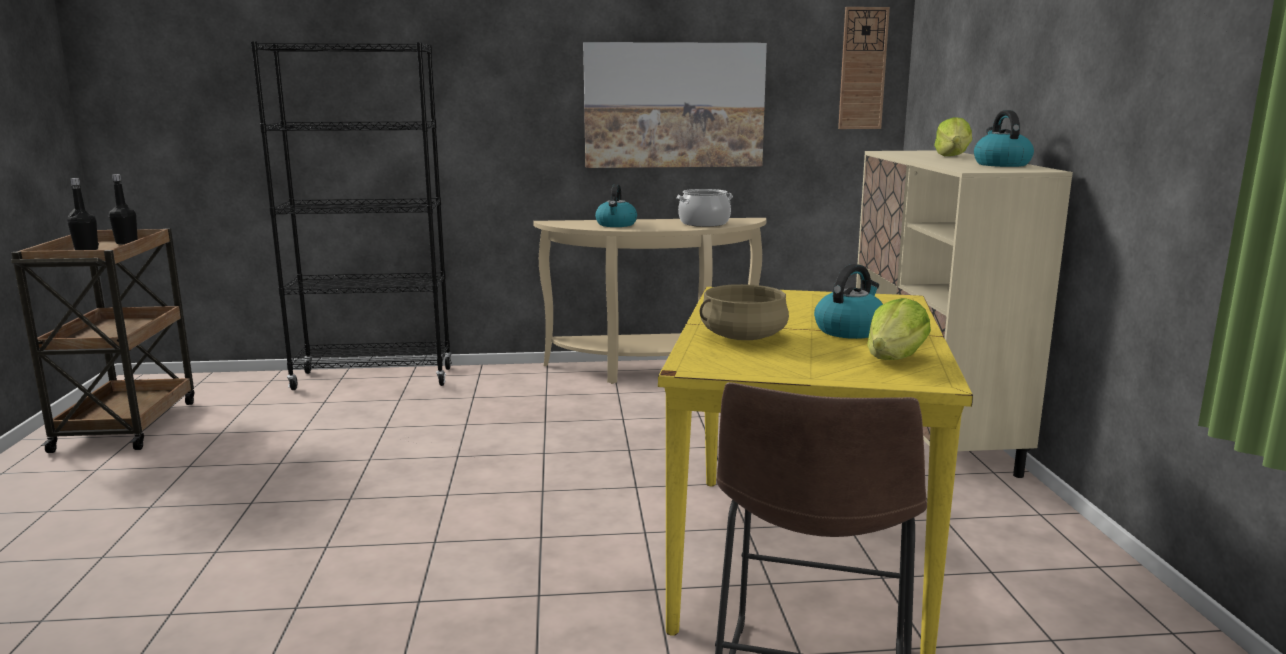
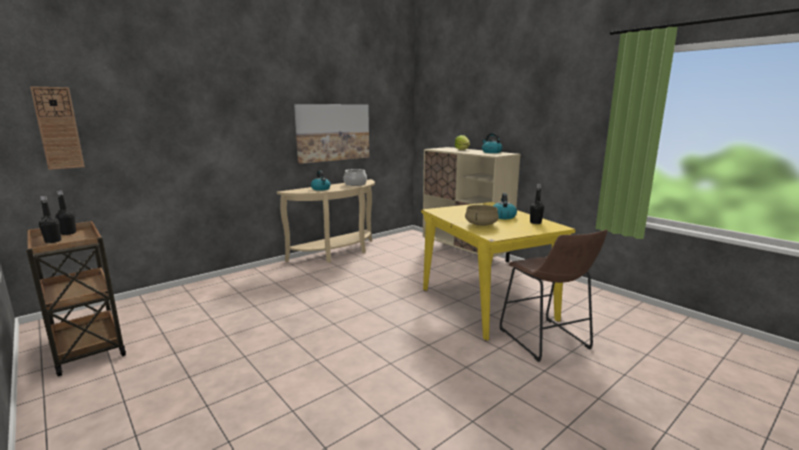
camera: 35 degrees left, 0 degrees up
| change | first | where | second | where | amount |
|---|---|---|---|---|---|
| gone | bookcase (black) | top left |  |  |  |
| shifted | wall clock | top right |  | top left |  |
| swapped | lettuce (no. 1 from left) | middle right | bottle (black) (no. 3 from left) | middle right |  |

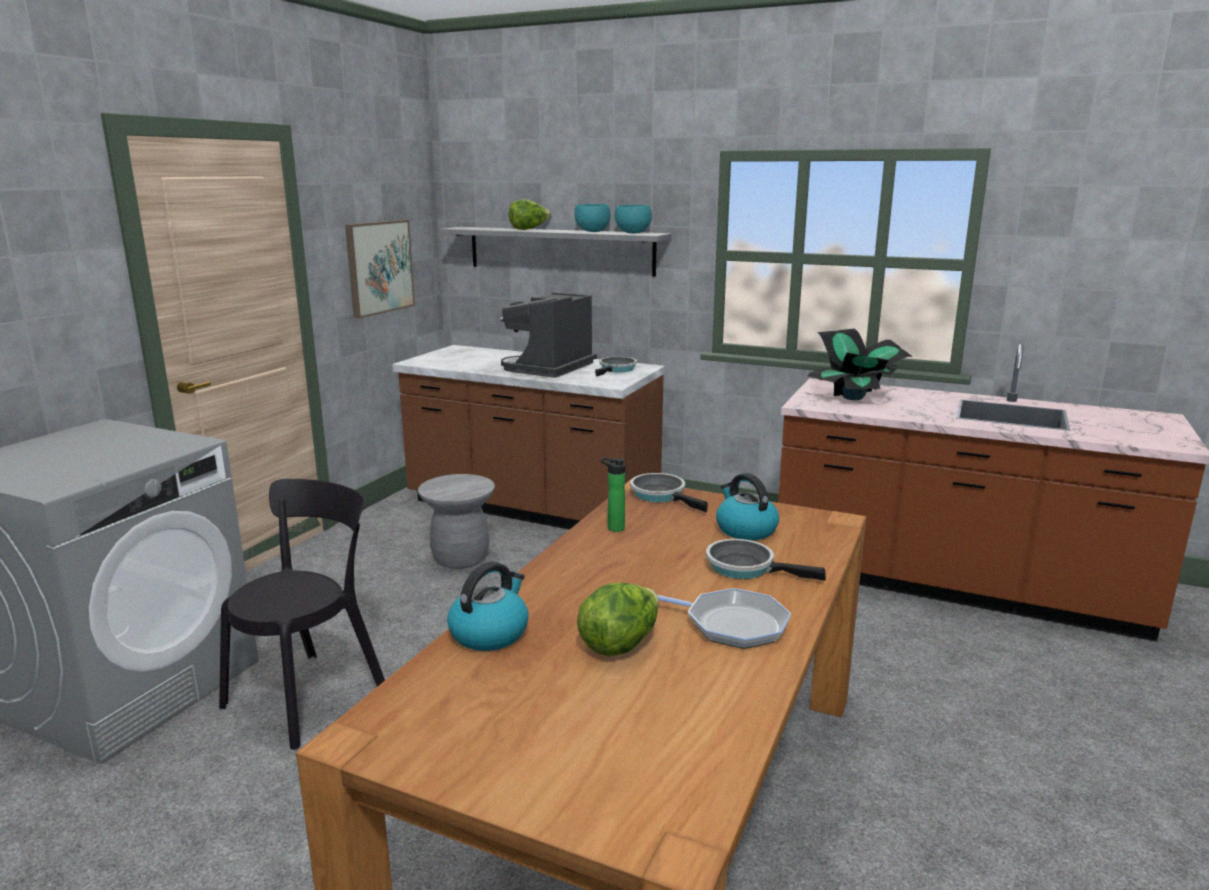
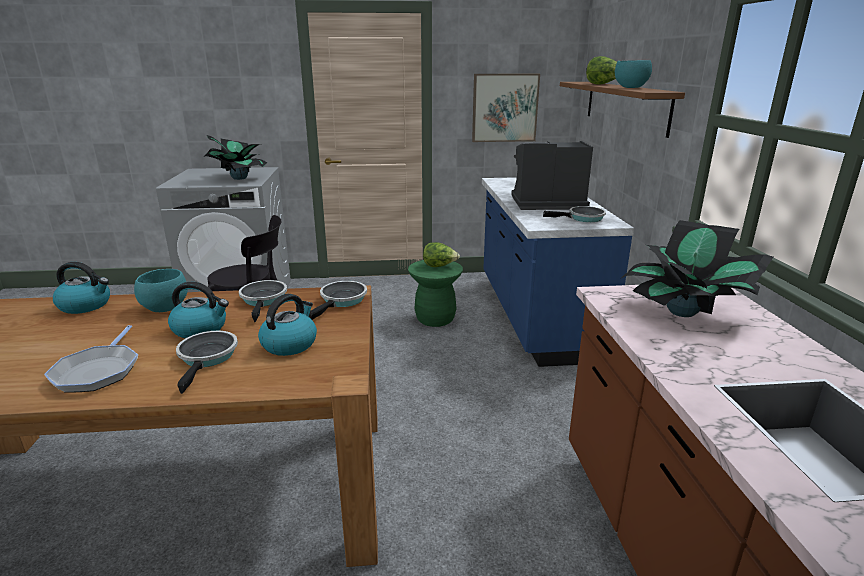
camera: 60 degrees right, 5 degrees up
| change | first | where | second | where | amount |
|---|---|---|---|---|---|
| new |  |  | kettle (no. 2 from left) | middle left |  |
| new |  |  | potted plant (no. 1 from left) | top left |  |
| shifted | lettuce (no. 2 from left in the first image) | bottom centre | lettuce (no. 1 from left) | centre |  |
| shifted | bowl (turquoise) (no. 2 from left in the first image) | top centre | bowl (turquoise) (no. 1 from left) | middle left |  |
| swapped | bottle | centre | frying pan (no. 3 from left) | middle left |  |
| repainted | counter (brown) (no. 1 from left) | centre | counter (blue) | centre |  |
| repainted | stool (grey) | centre | stool (green) | centre |  |
| repainted | shelf (grey) | top centre | shelf (brown) | top right |  |

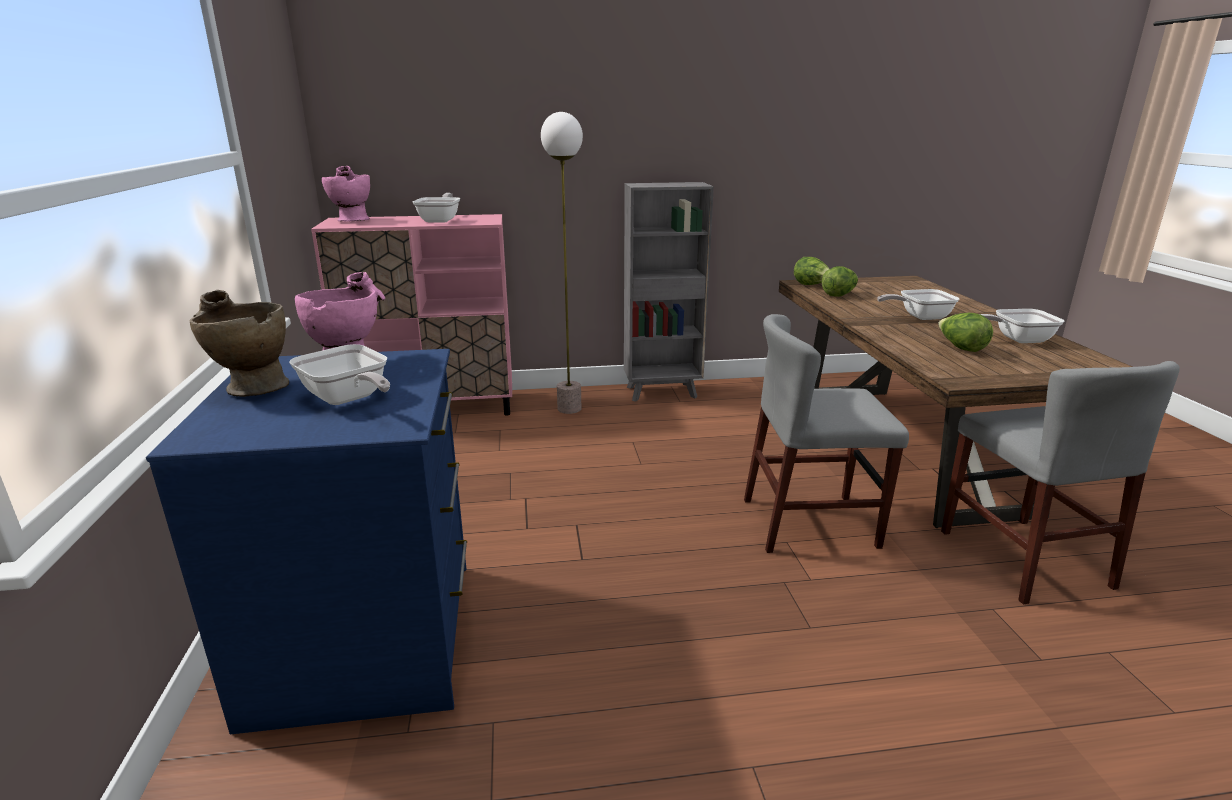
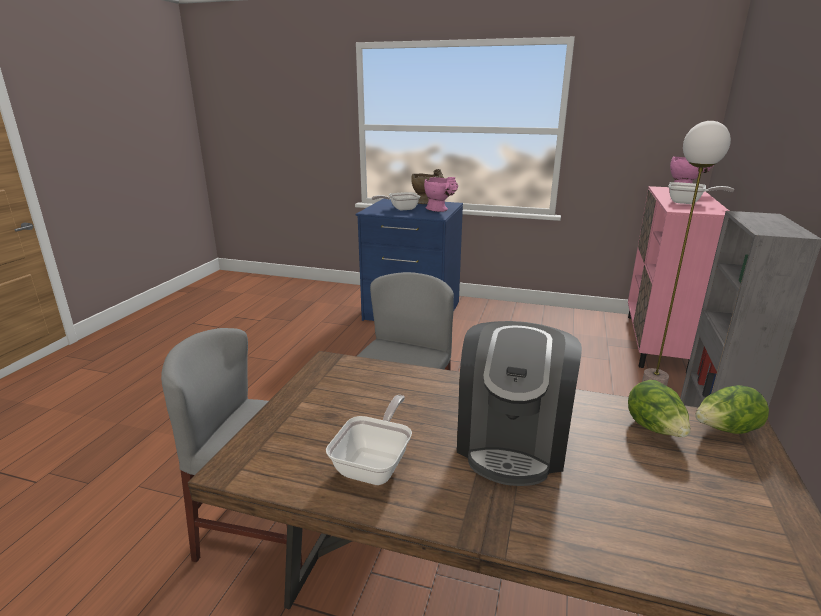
camera: 115 degrees right, 0 degrees up
| change | first | where | second | where | amount |
|---|---|---|---|---|---|
| gone | lettuce (no. 3 from left) | middle right |  |  |  |
| swapped | frying pan (no. 3 from left) | middle right | coffee machine | centre |  |

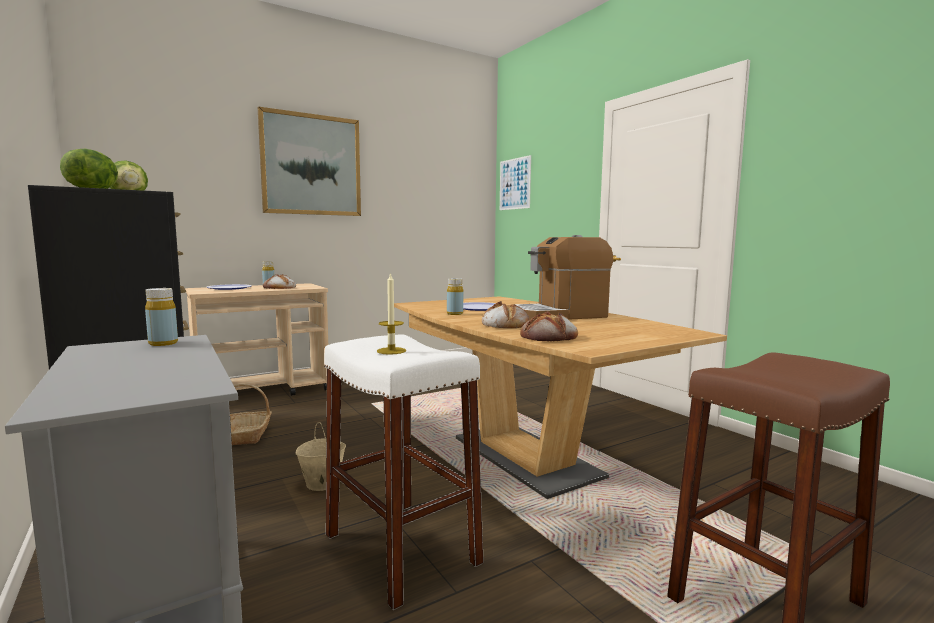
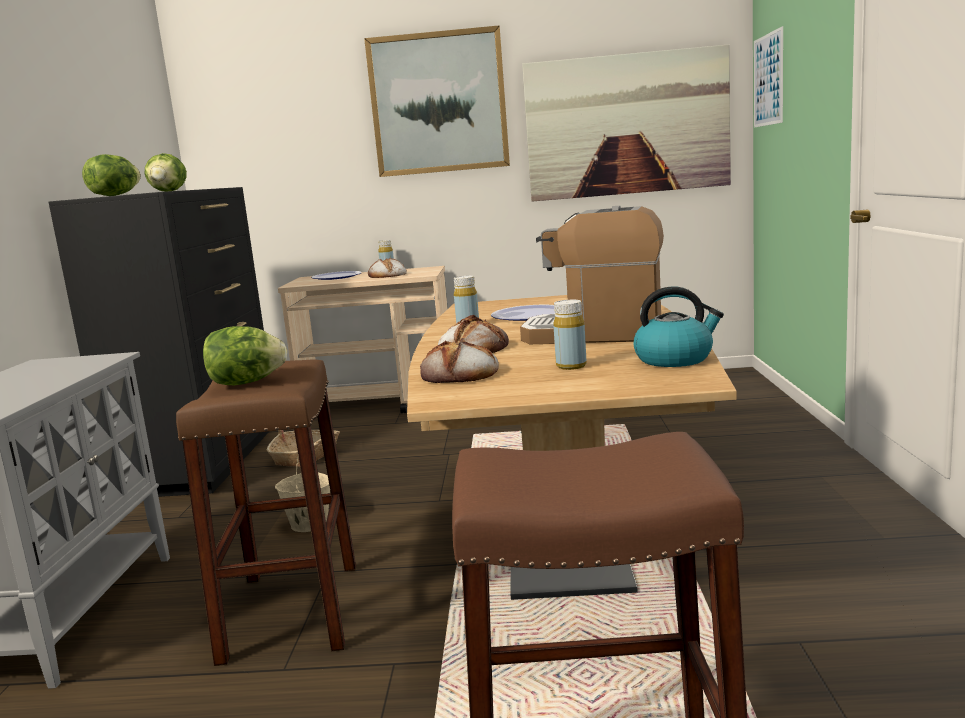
camera: 35 degrees right, 5 degrees up
| change | first | where | second | where | amount |
|---|---|---|---|---|---|
| new |  |  | picture (no. 2 from left) | top centre |  |
| new |  |  | kettle | middle right |  |
| shifted | bottle (yellow) (no. 1 from left in the first image) | middle left | bottle (yellow) (no. 3 from left) | centre |  |
| swapped | candle | centre | lettuce (no. 3 from left) | middle left |  |
| repainted | stool (white) | bottom centre | stool (brown) (no. 1 from left) | bottom left |  |

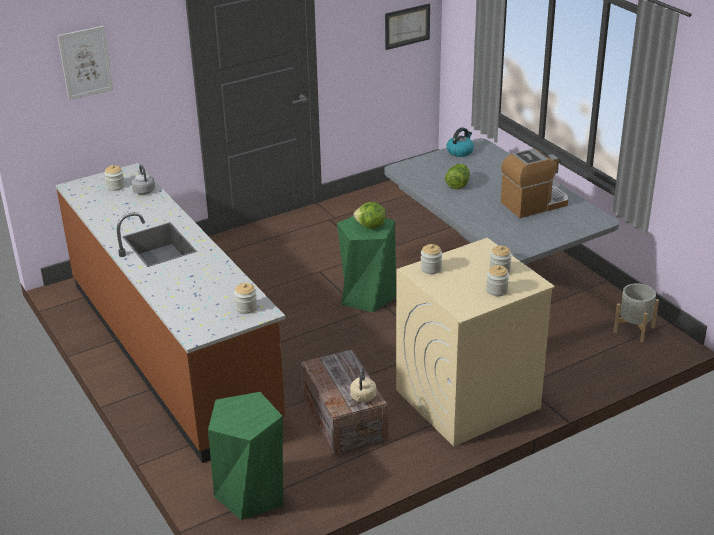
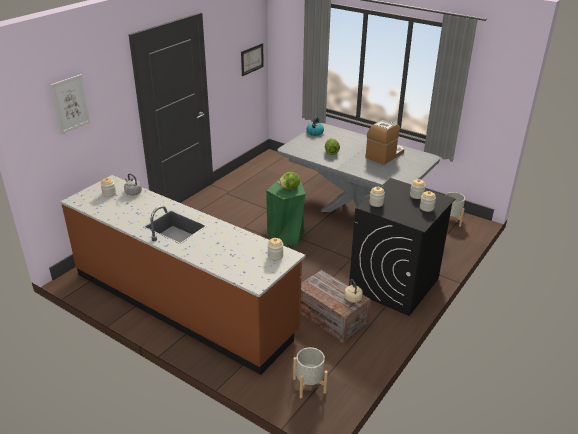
camera: 25 degrees left, 0 degrees up
| change | first | where | second | where | amount |
|---|---|---|---|---|---|
| swapped | stool (green) (no. 1 from left) | bottom centre | planter (grey) (no. 1 from left) | bottom centre |  |
| repainted | washing machine (beige) | centre | washing machine (black) | middle right |  |

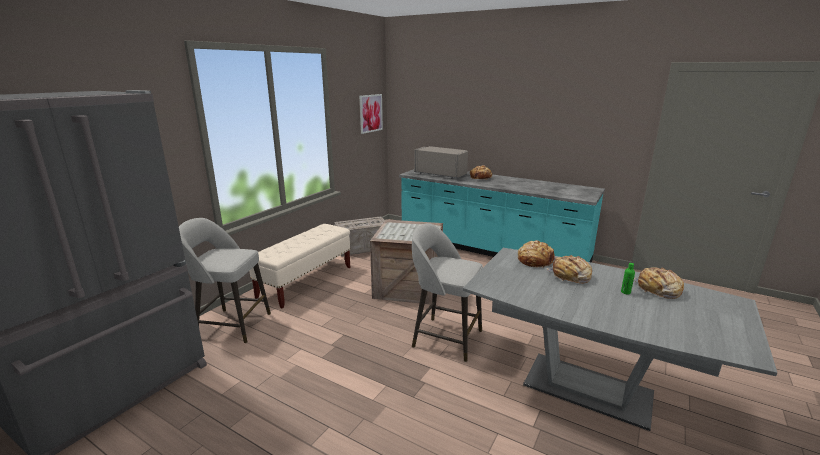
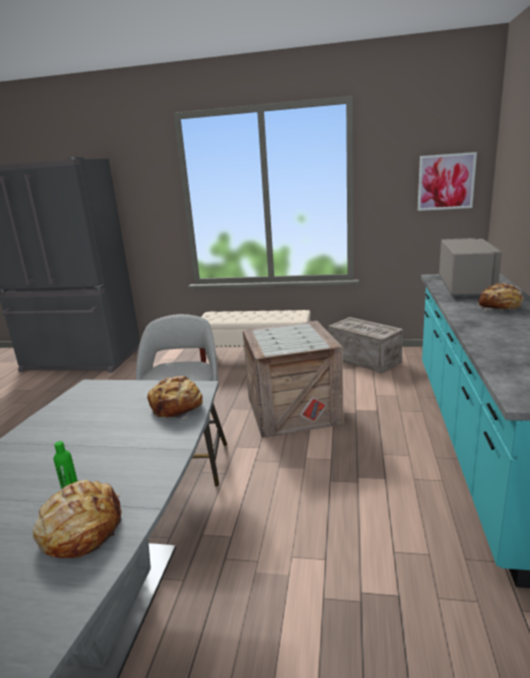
camera: 70 degrees right, 0 degrees up
| change | first | where | second | where | amount |
|---|---|---|---|---|---|
| gone | stool (grey) (no. 1 from left) | middle left |  |  |  |
| gone | bread (no. 3 from left) | middle right |  |  |  |

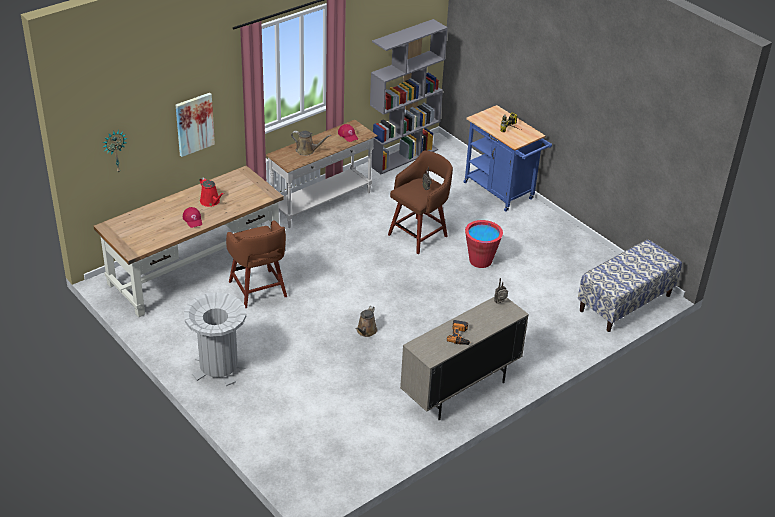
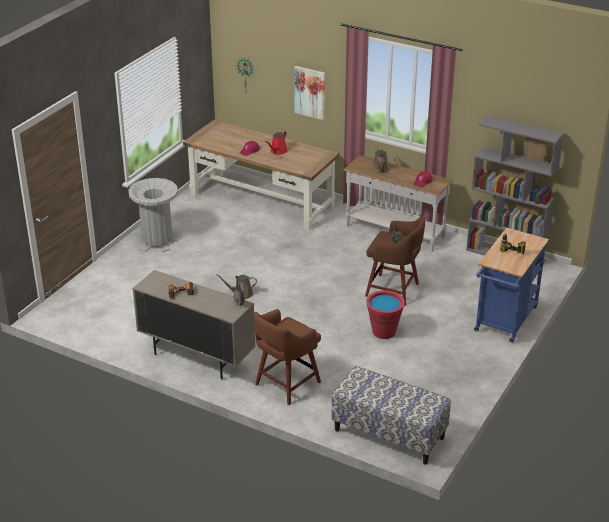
camera: 70 degrees right, 5 degrees down
| change | first | where | second | where | amount |
|---|---|---|---|---|---|
| shifted | stool (brown) (no. 1 from left) | middle left |  | bottom centre |  |

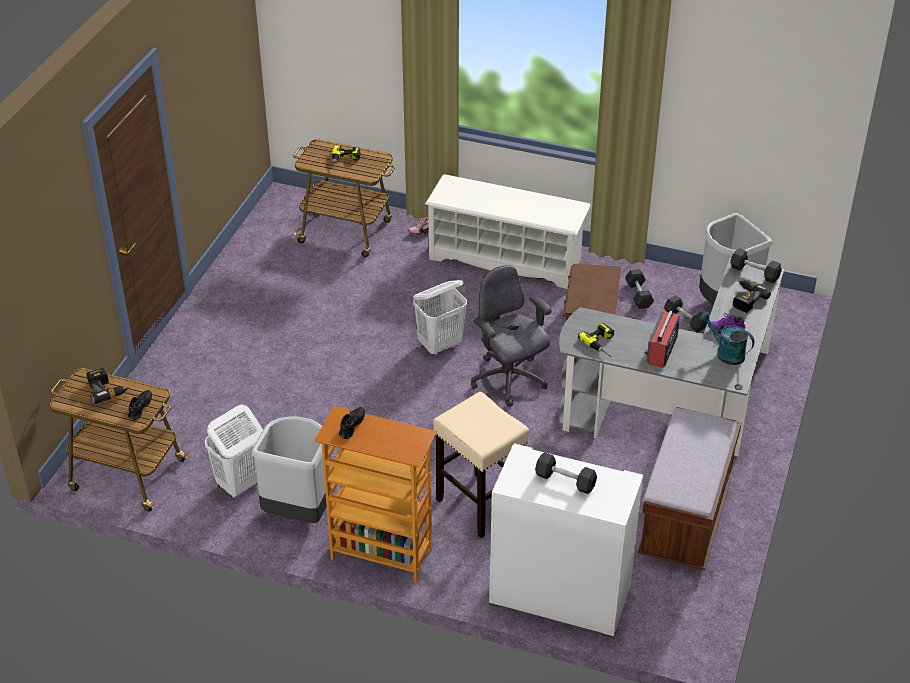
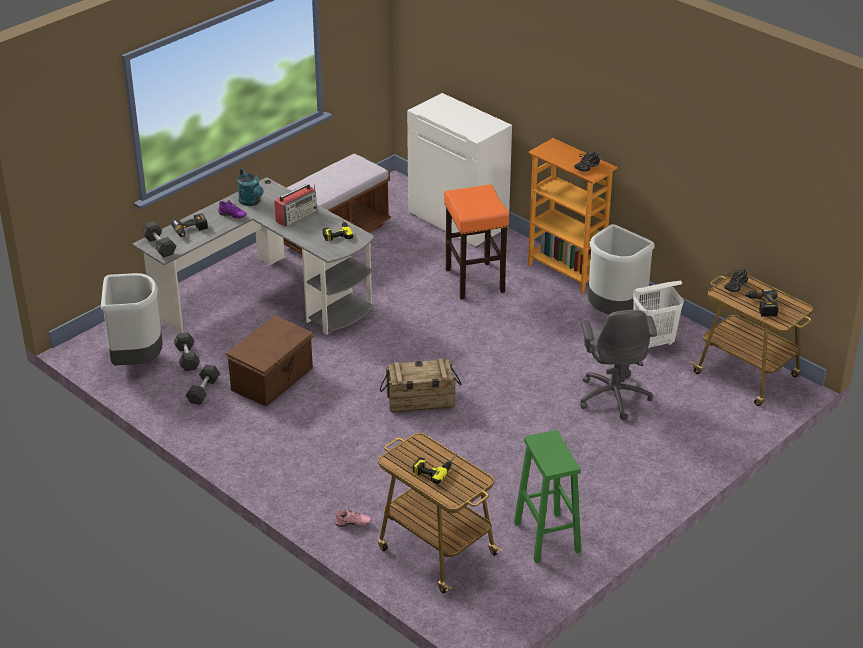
camera: 155 degrees left, 5 degrees down
| change | first | where | second | where | amount |
|---|---|---|---|---|---|
| gone | shoe rack (white) | centre |  |  |  |
| gone | dumbbell (grey) (no. 1 from left) | bottom centre |  |  |  |
| new |  |  | stool (green) | bottom centre |  |
| shifted | office chair (grey) | centre |  | middle right |  |
| swapped | laundry basket (white) (no. 2 from left) | centre | crate | centre |  |
| repainted | stool (beige) | bottom centre | stool (orange) | centre |  |

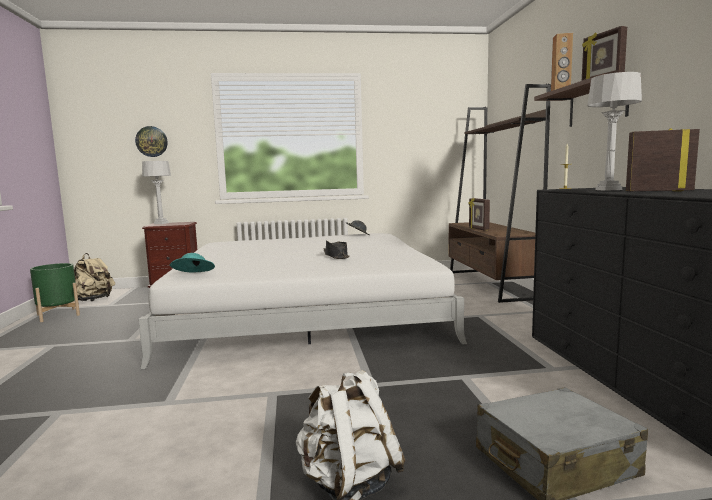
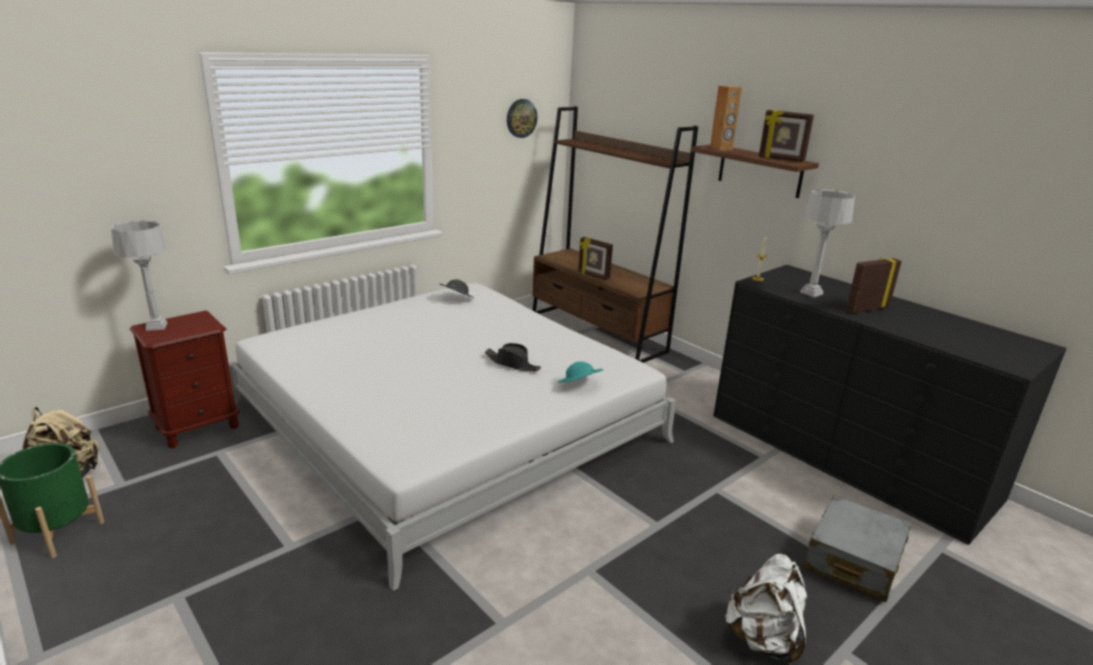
camera: 35 degrees left, 15 degrees up
| change | first | where | second | where | amount |
|---|---|---|---|---|---|
| shifted | wall clock | top left |  | top centre |  |
| shifted | hat (turquoise) | middle left |  | centre |  |

